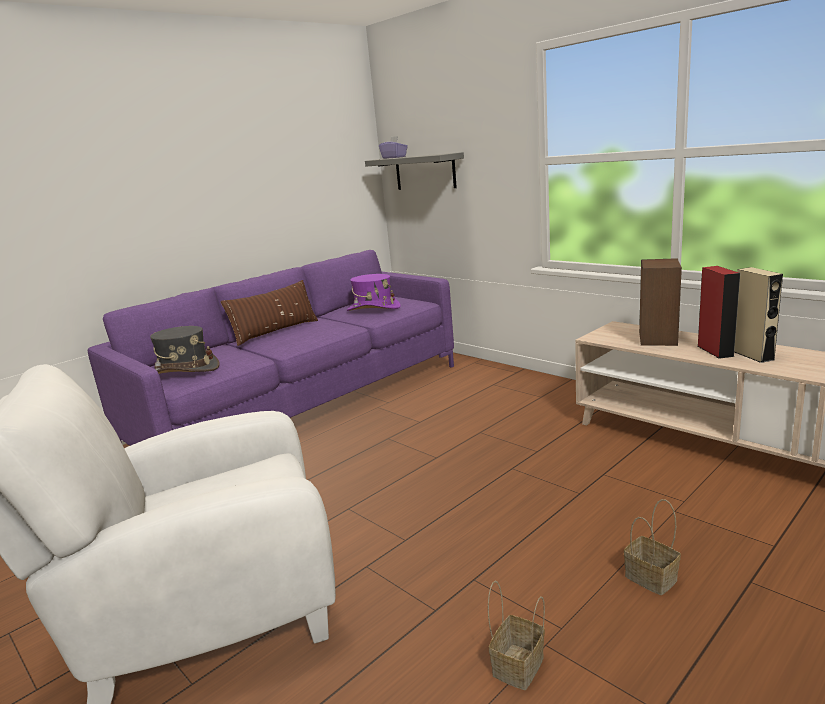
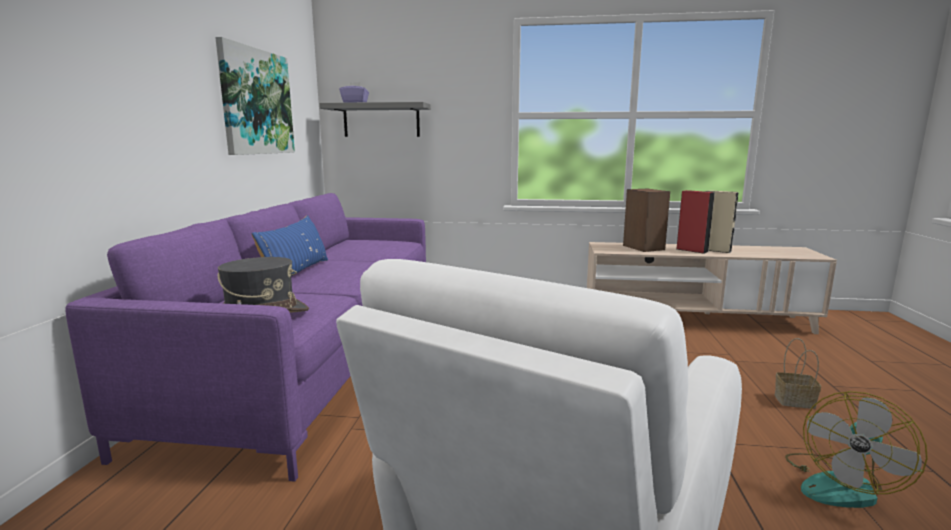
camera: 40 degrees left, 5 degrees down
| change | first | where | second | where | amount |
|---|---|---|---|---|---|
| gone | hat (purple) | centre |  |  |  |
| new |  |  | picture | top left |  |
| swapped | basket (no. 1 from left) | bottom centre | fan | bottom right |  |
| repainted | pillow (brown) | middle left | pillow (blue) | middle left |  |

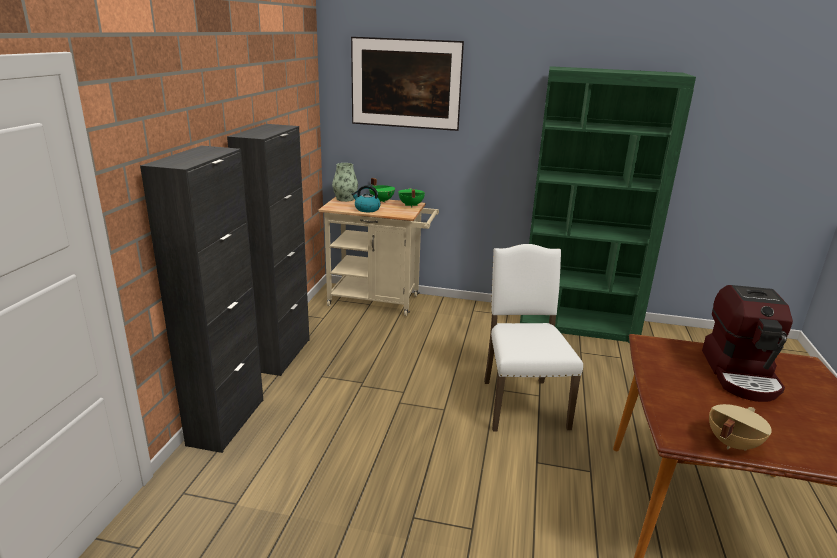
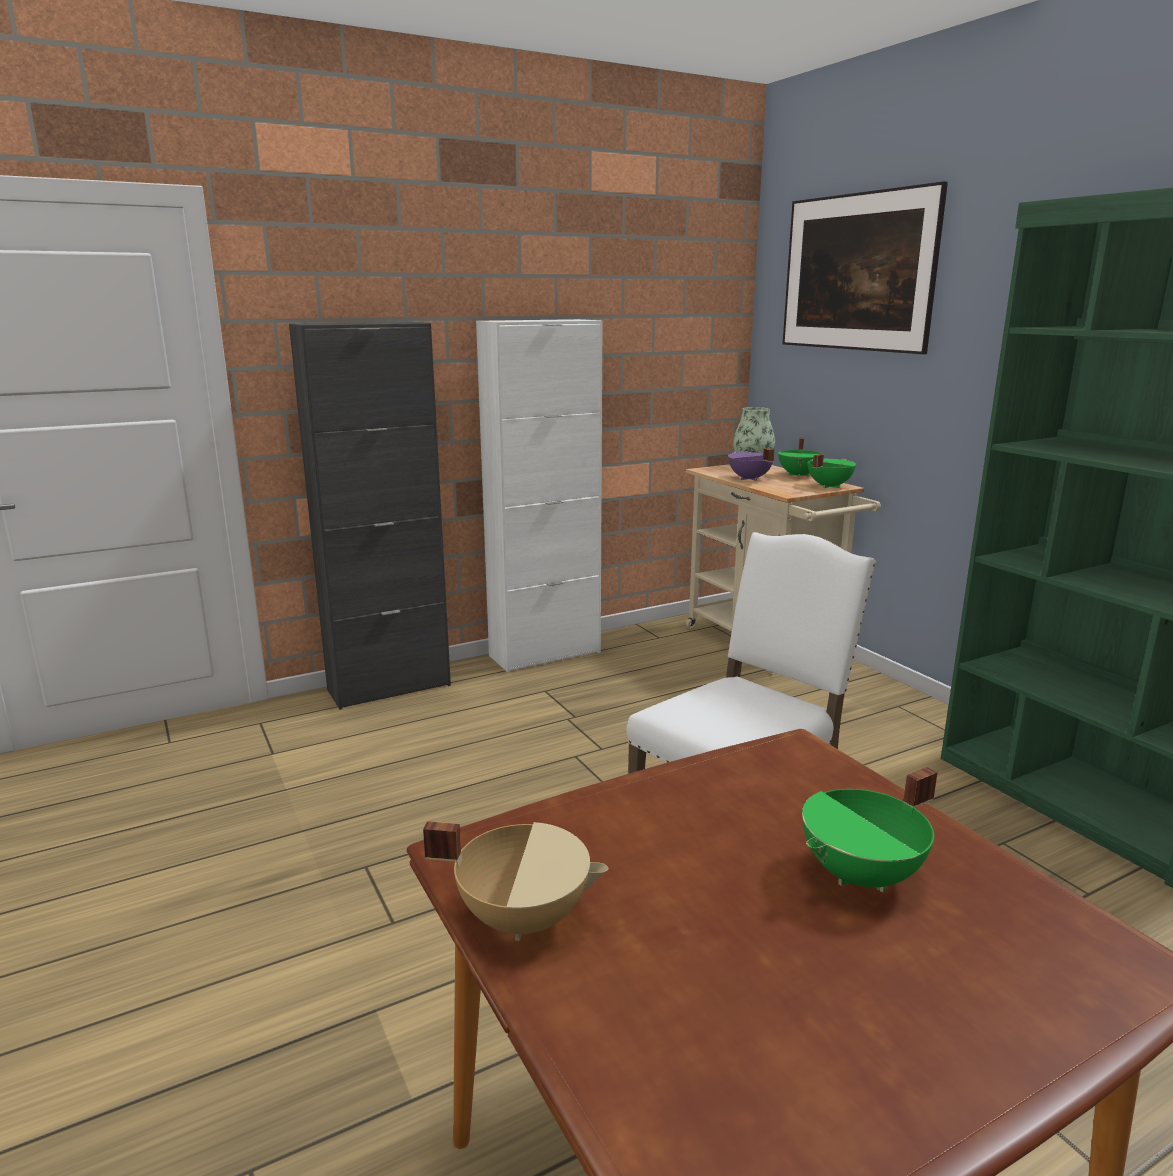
camera: 50 degrees right, 5 degrees down
| change | first | where | second | where | amount |
|---|---|---|---|---|---|
| swapped | kettle | centre | cooking pot (purple) | centre |  |
| swapped | coffee machine | middle right | cooking pot (green) (no. 3 from left) | bottom right |  |
| repainted | cabinet (black) (no. 2 from left) | middle left | cabinet (white) | centre |  |

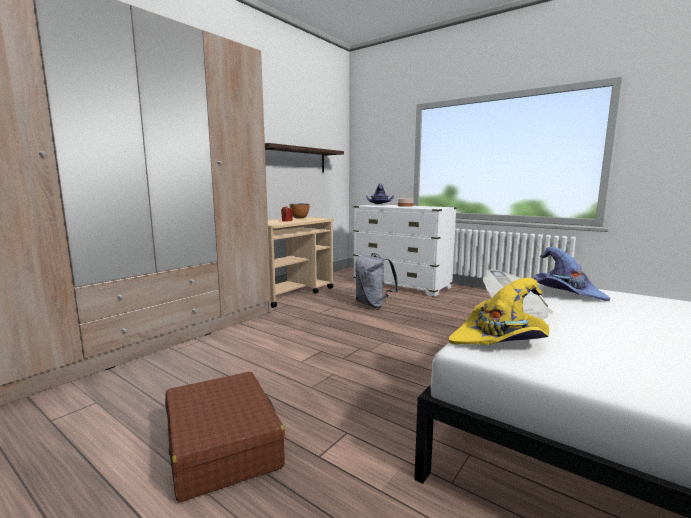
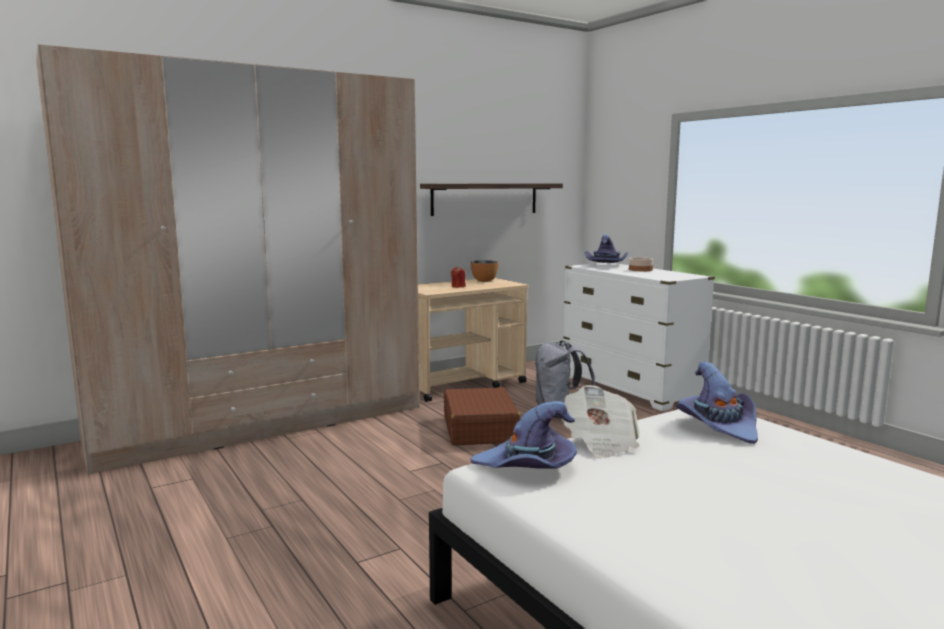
camera: 20 degrees right, 0 degrees up
| change | first | where | second | where | amount |
|---|---|---|---|---|---|
| shifted | suitcase (brown) | bottom left |  | centre |  |
| repainted | hat (yellow) | middle right | hat (purple) (no. 1 from left) | bottom centre |  |

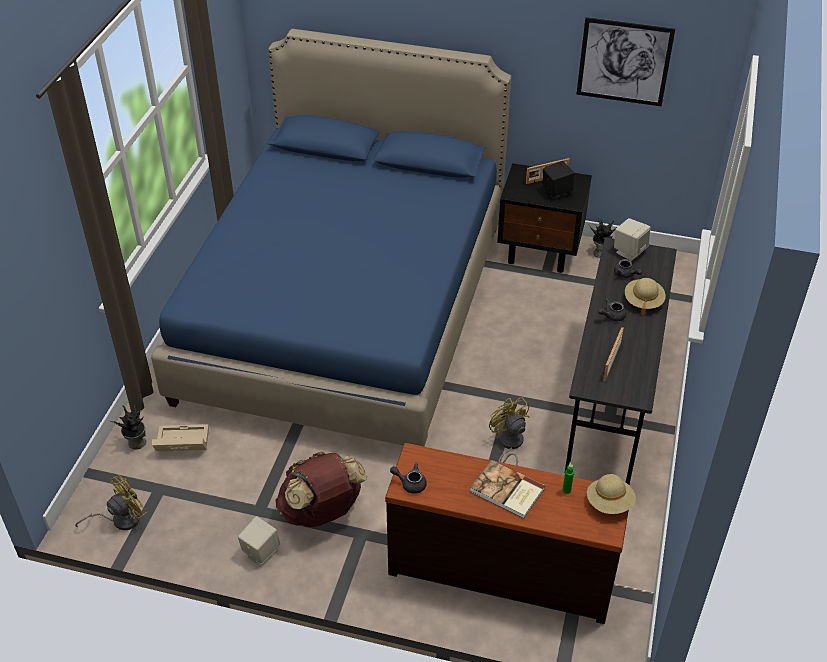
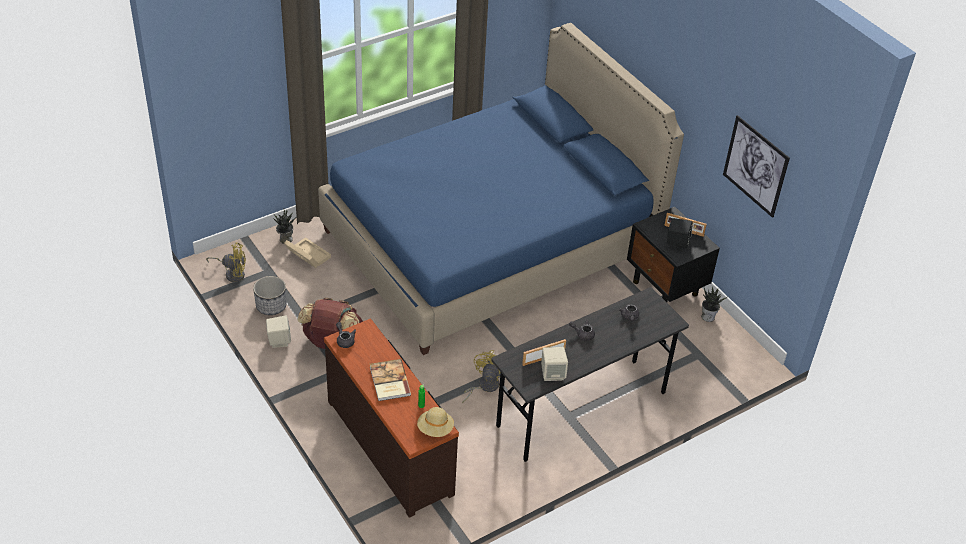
camera: 40 degrees right, 0 degrees up
| change | first | where | second | where | amount |
|---|---|---|---|---|---|
| gone | hat (beige) (no. 2 from left) | middle right |  |  |  |
| new |  |  | planter | middle left |  |
| shifted | speaker (beige) (no. 2 from left) | middle right |  | bottom centre |  |

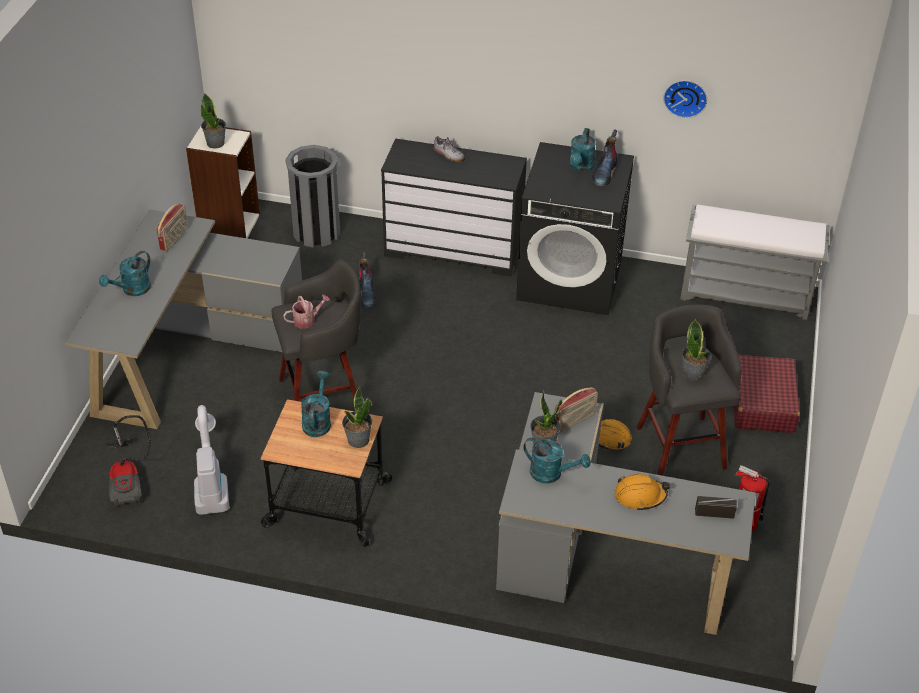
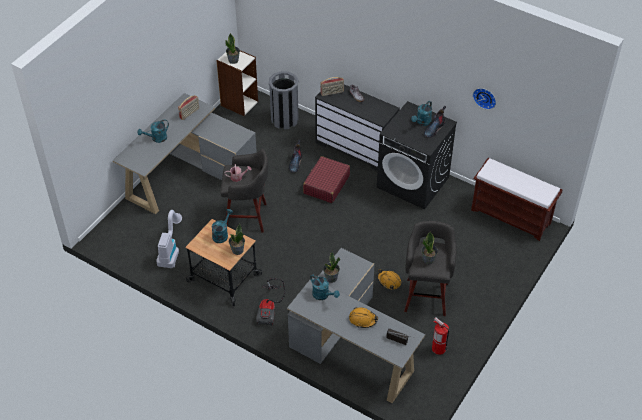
camera: 20 degrees right, 5 degrees up
| change | first | where | second | where | amount |
|---|---|---|---|---|---|
| shifted | vacuum cleaner (no. 1 from left in the first image) | middle left | vacuum cleaner (no. 2 from left) | bottom centre |  |
| shifted | radio (no. 2 from left) | centre |  | top centre |  |
| shifted | suitcase (red) | middle right |  | centre |  |
| repainted | bench (grey) | middle right | bench (brown) | middle right |  |

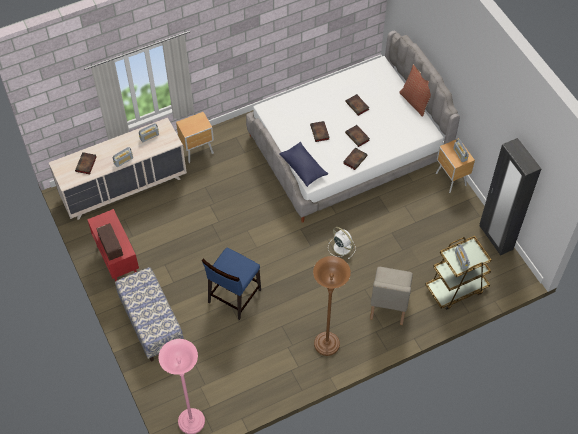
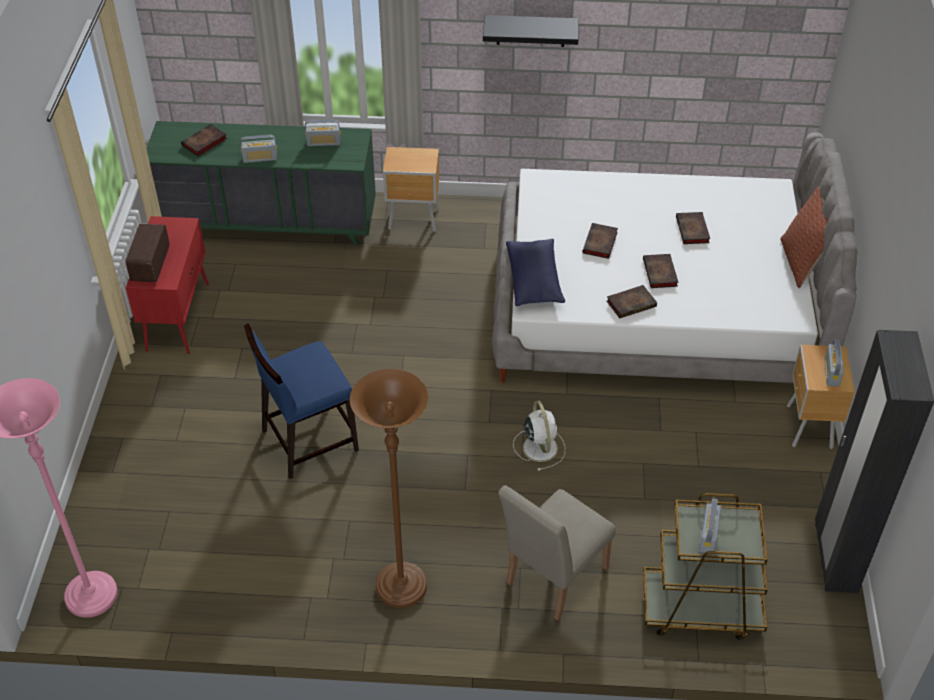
camera: 30 degrees right, 10 degrees down
| change | first | where | second | where | amount |
|---|---|---|---|---|---|
| gone | bench | bottom left |  |  |  |
| new |  |  | shelf (black) | top centre |  |
| repainted | dresser (beige) | middle left | dresser (green) | top left |  |

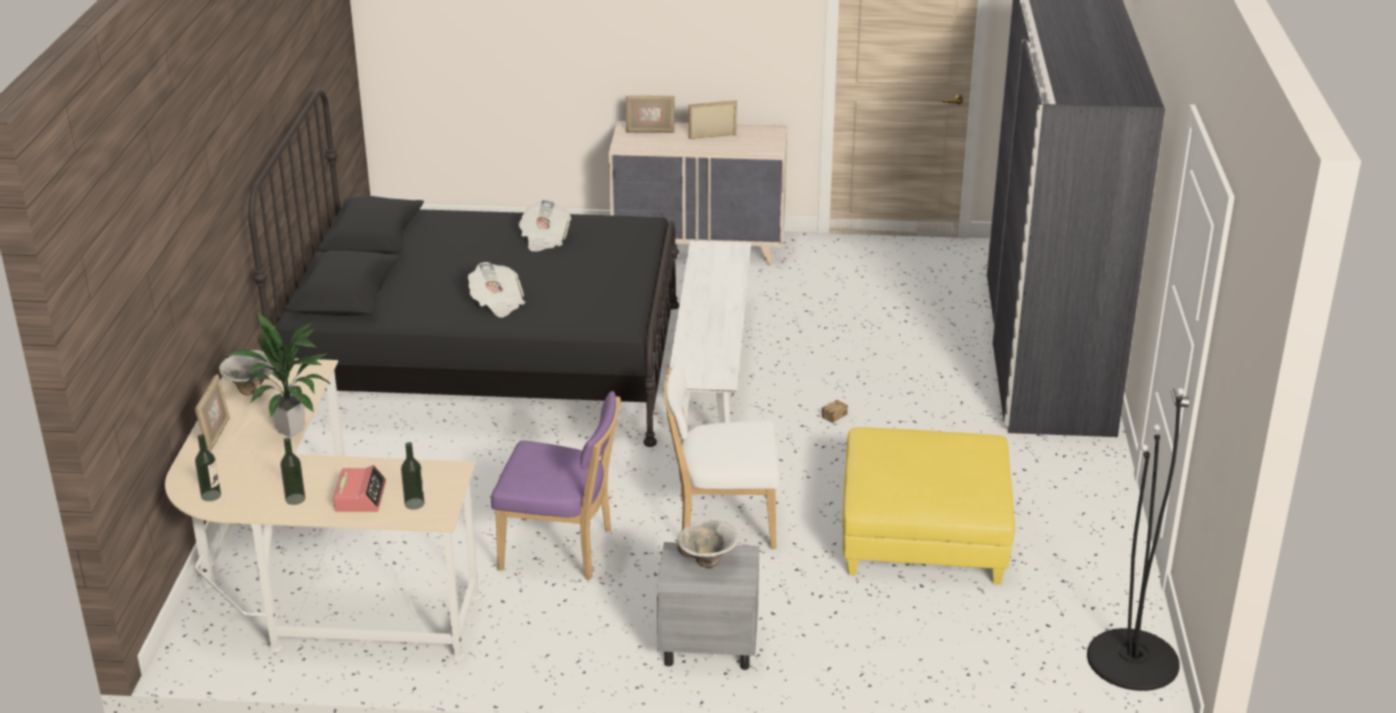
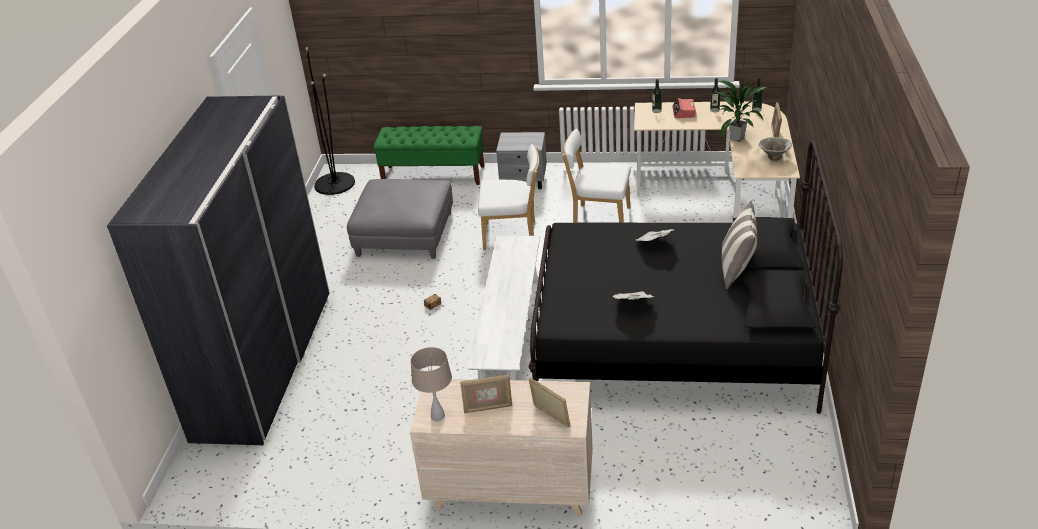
camera: 175 degrees left, 5 degrees up
| change | first | where | second | where | amount |
|---|---|---|---|---|---|
| gone | bowl (no. 2 from left) | bottom centre |  |  |  |
| new |  |  | bench (green) | top centre |  |
| new |  |  | table lamp (beige) | bottom centre |  |
| new |  |  | pillow | middle right |  |
| repainted | chair (purple) | bottom centre | chair (white) (no. 2 from left) | top centre |  |
| repainted | ottoman (yellow) | bottom centre | ottoman (grey) | centre |  |
| rotated | picture frame (no. 2 from left) | top centre |  | bottom centre | 45 degrees clockwise |

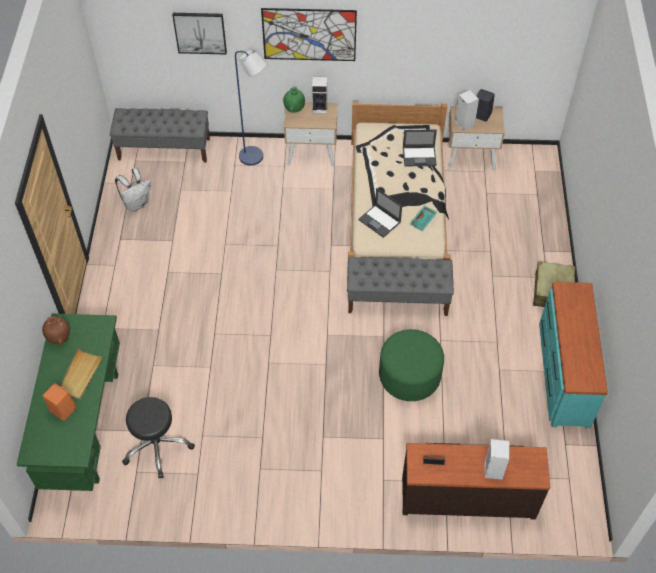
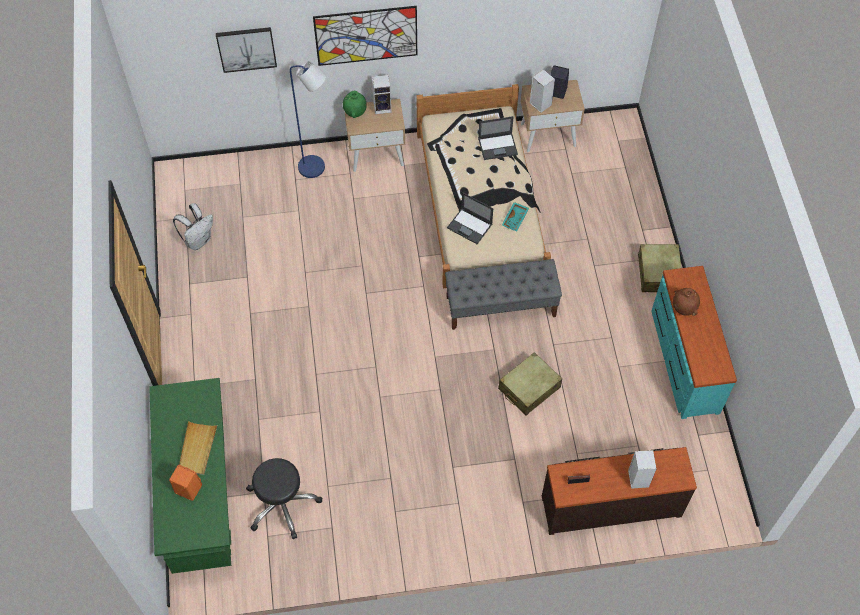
camera: 10 degrees left, 5 degrees up
| change | first | where | second | where | amount |
|---|---|---|---|---|---|
| gone | bench (grey) (no. 1 from left) | top left |  |  |  |
| shifted | vase (brown) | middle left |  | middle right |  |
| swapped | ottoman (green) | centre | suitcase (beige) (no. 1 from left) | centre |  |

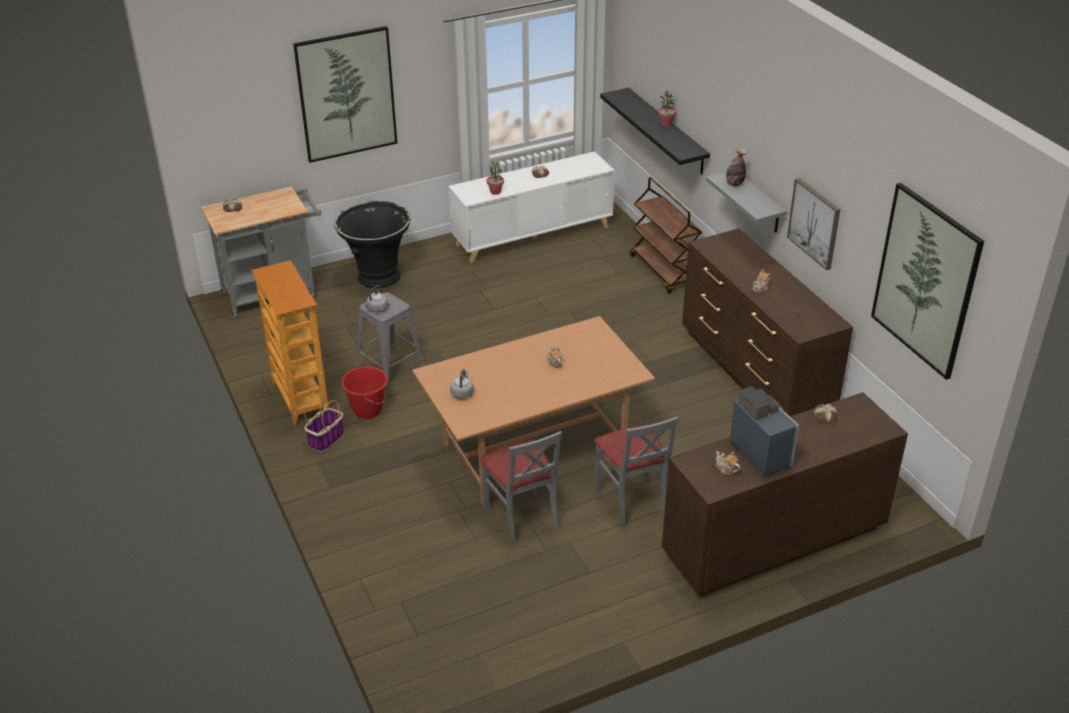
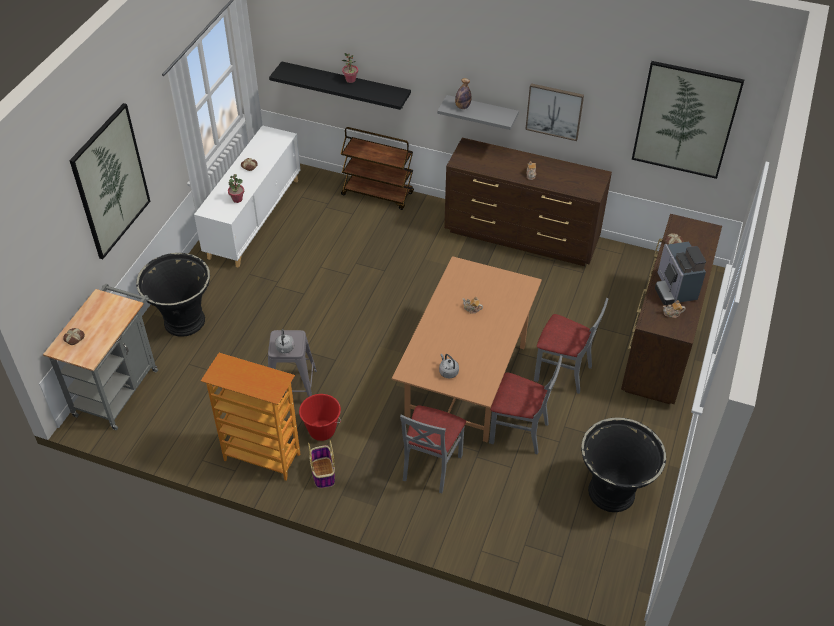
camera: 45 degrees left, 10 degrees up
| change | first | where | second | where | amount |
|---|---|---|---|---|---|
| new |  |  | chair (grey) (no. 1 from left) | bottom centre |  |
| new |  |  | planter (black) (no. 2 from left) | bottom right |  |
| rotated | coffee machine | middle right |  | middle right | 120 degrees counterclockwise |

